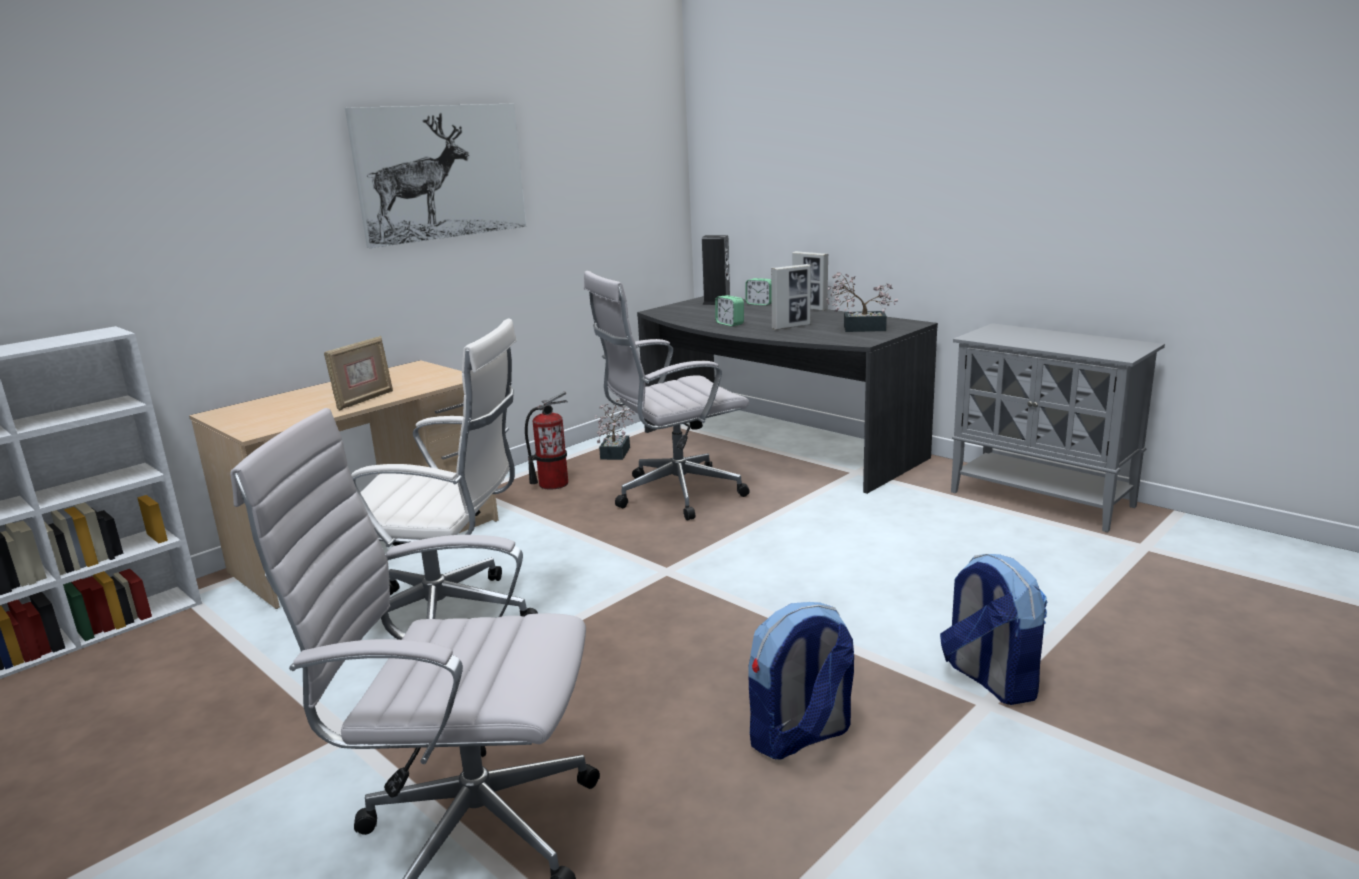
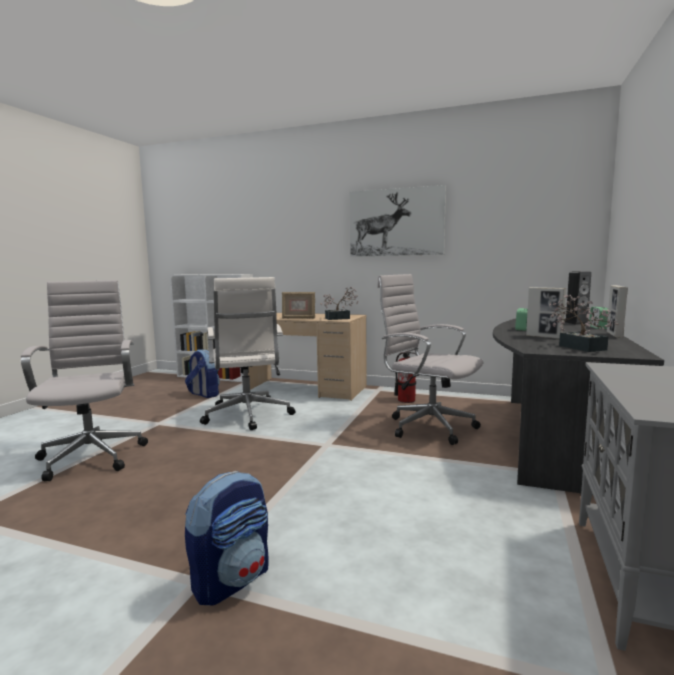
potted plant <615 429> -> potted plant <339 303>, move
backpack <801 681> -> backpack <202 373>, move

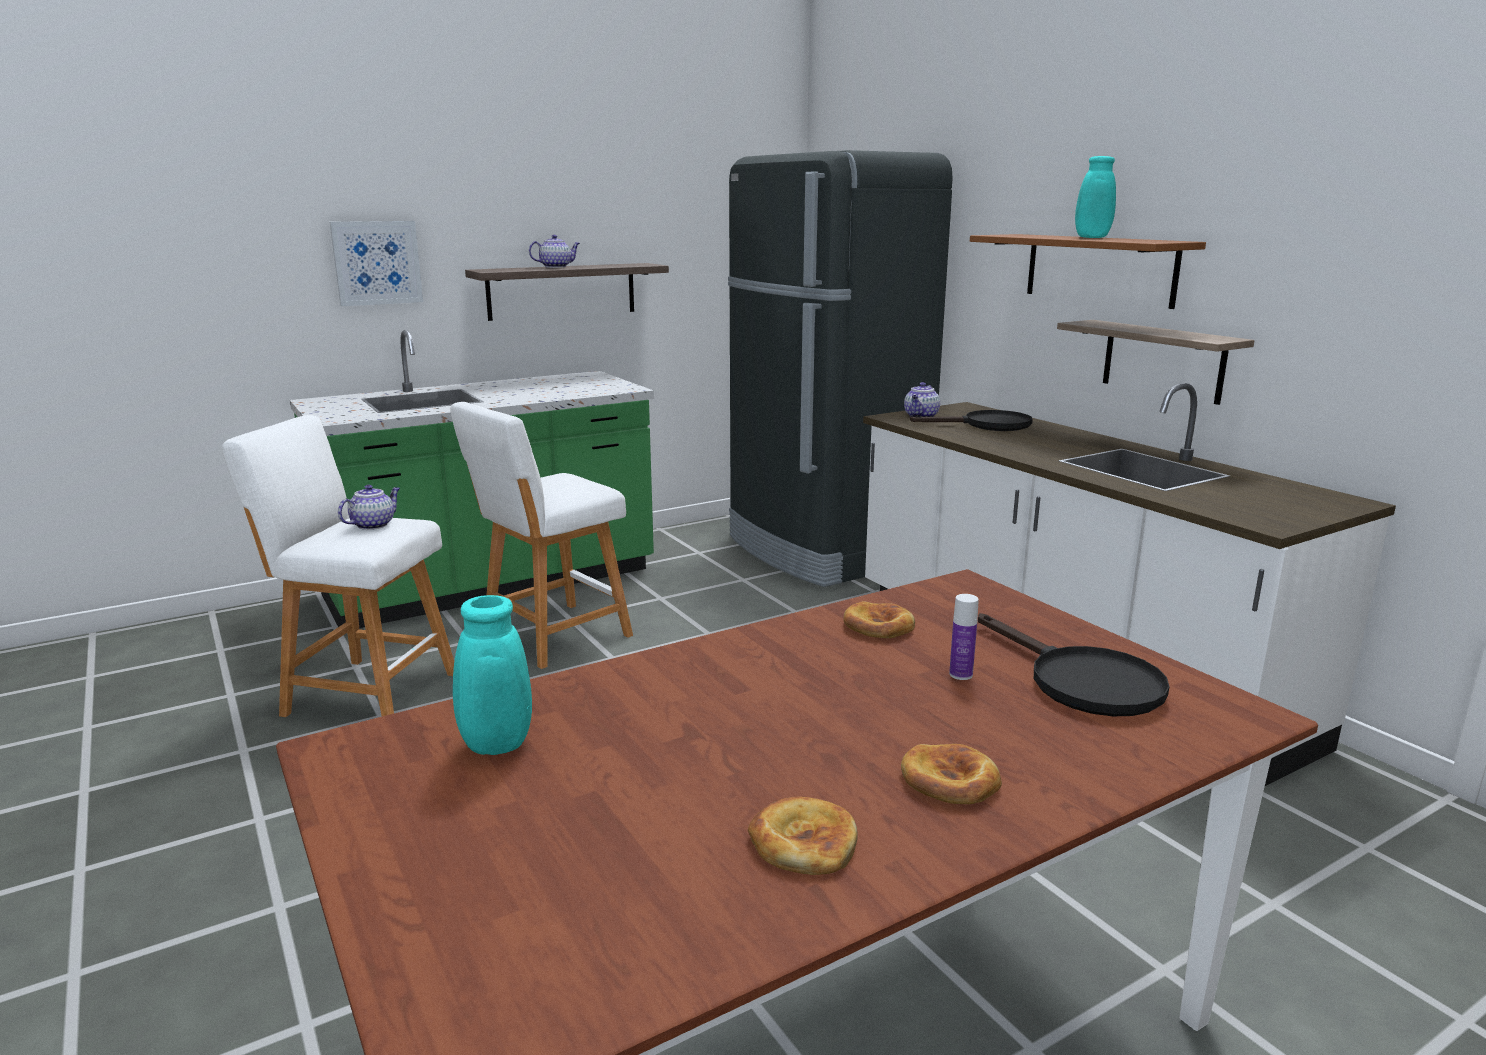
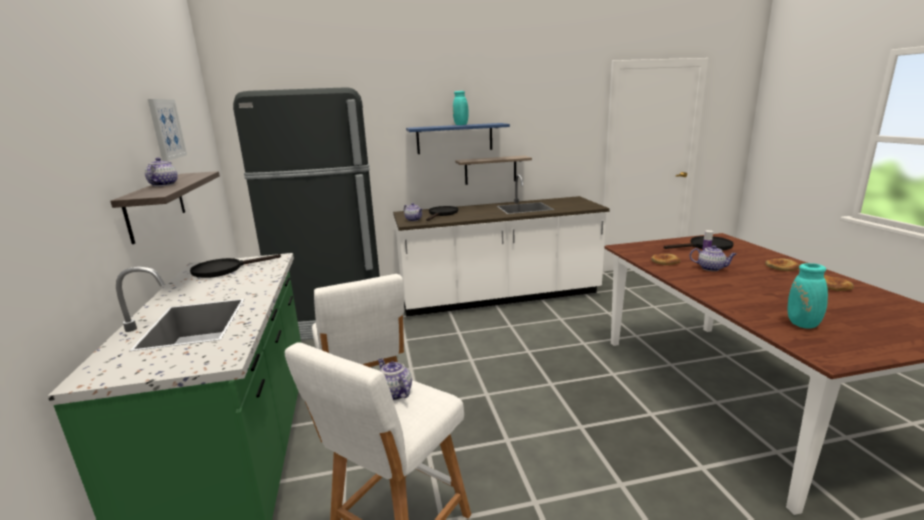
picture <376 263> -> picture <167 130>, move
shelf (brown) <1088 271> -> shelf (blue) <458 138>
none -> teapot <713 258>
none -> frying pan (black) <235 266>

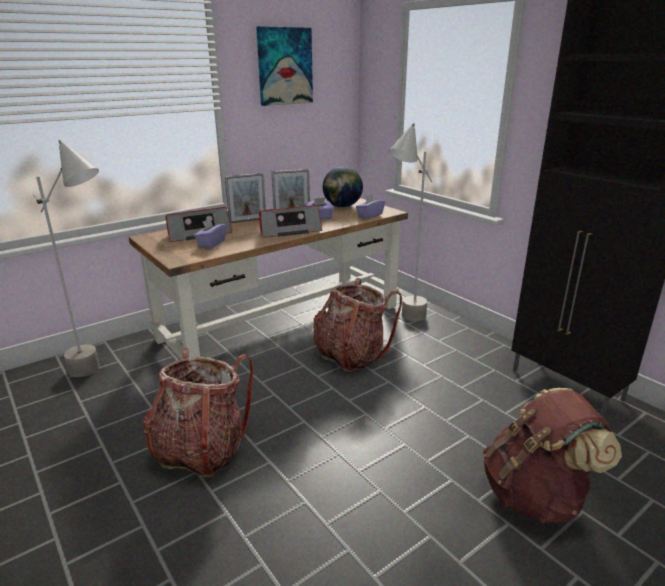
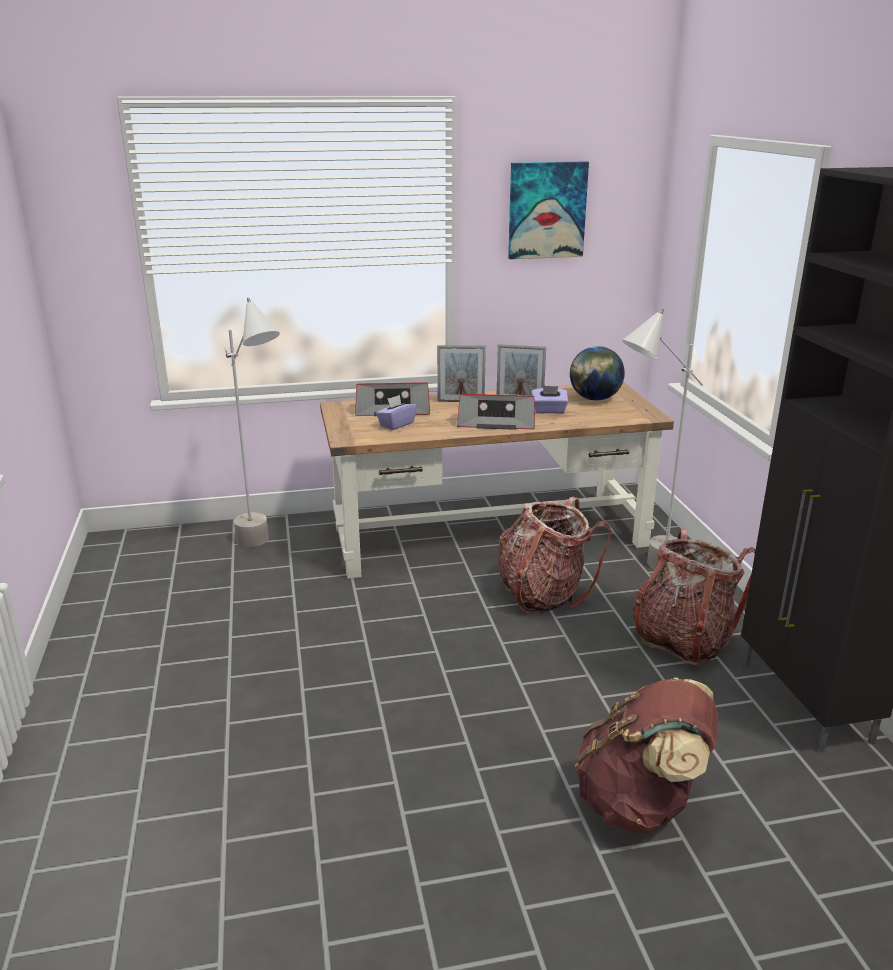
tissue box (purple) <370 206> -> none
backpack <198 412> -> backpack <693 596>, move

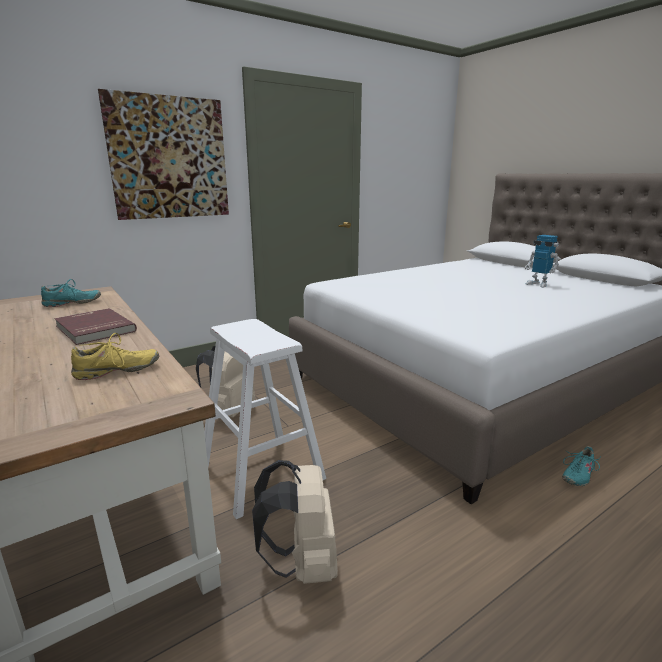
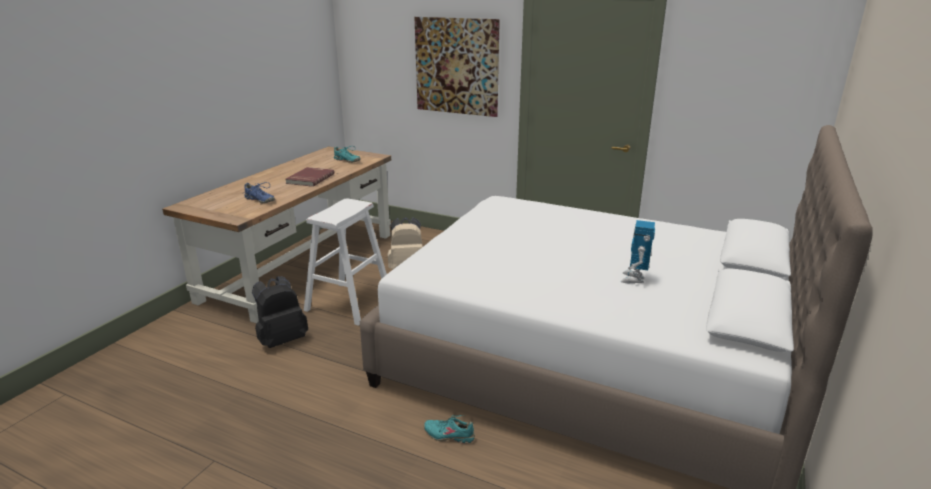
shoe (yellow) <115 356> -> shoe (blue) <258 192>
backpack (beige) <295 522> -> backpack (black) <280 312>

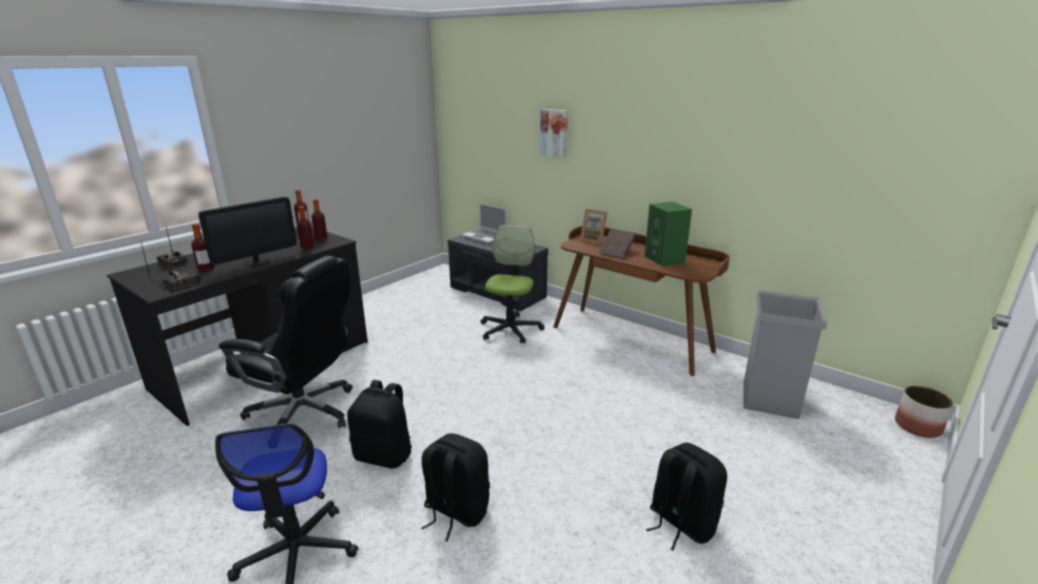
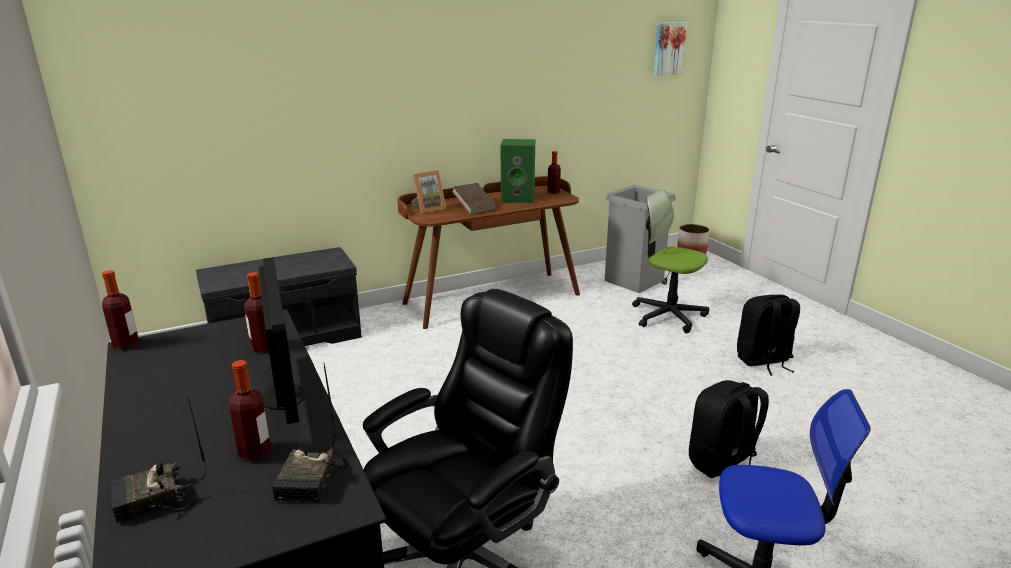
picture <554 133> -> picture <670 49>, move
bottle <320 220> -> bottle <554 172>, move
laptop <484 223> -> none
office chair <512 284> -> office chair <670 261>, move
radio <171 266> -> radio <310 433>, 150 degrees counterclockwise
backpack (black) <379 424> -> none

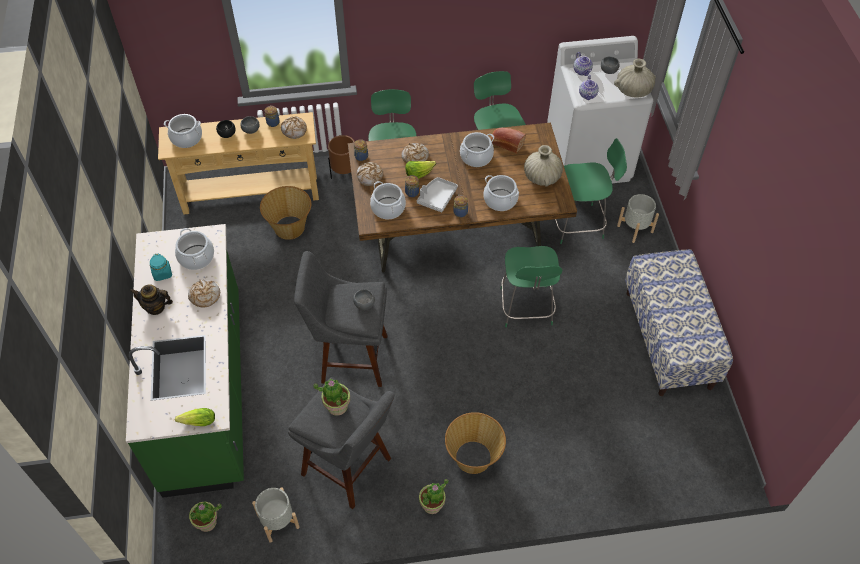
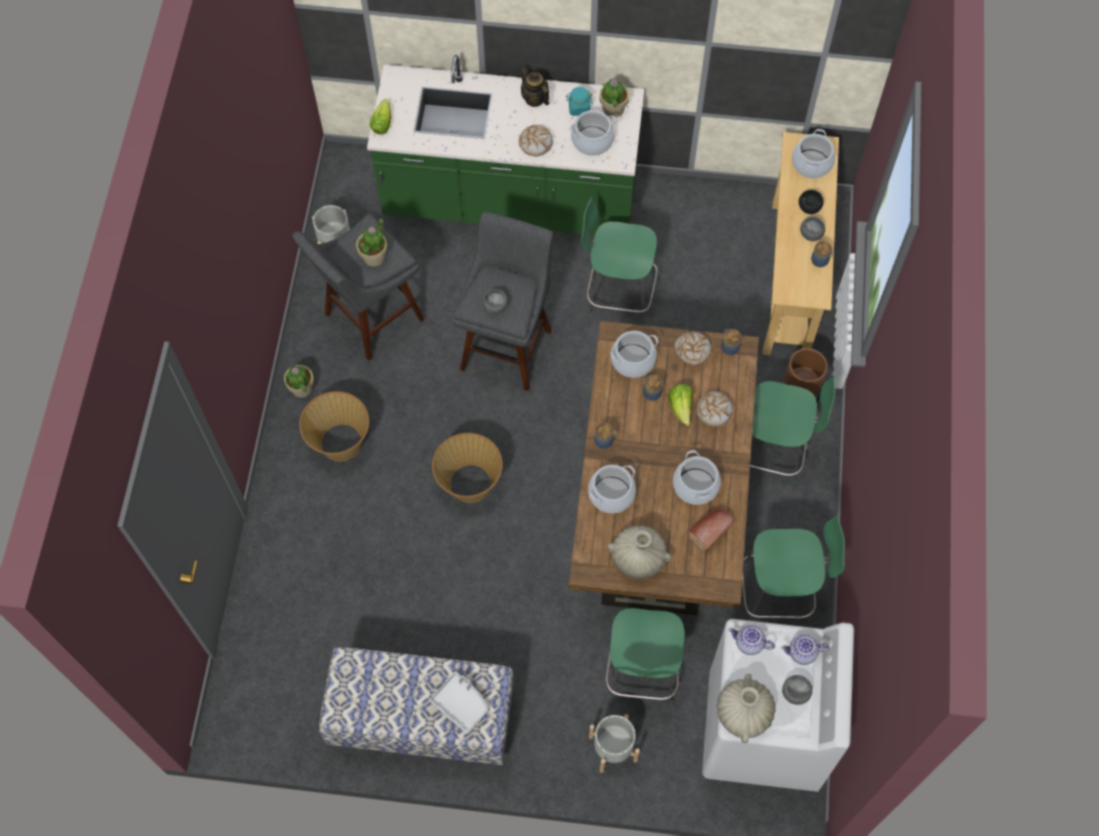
bread <294 127> -> none
tray (grey) <437 194> -> tray (grey) <458 703>, move
basket <285 213> -> basket <467 468>, move
chair (green) <531 286> -> chair (green) <619 260>, move
teapot <151 299> -> teapot <535 87>, 60 degrees counterclockwise
potted plant <205 517> -> potted plant <614 98>, move

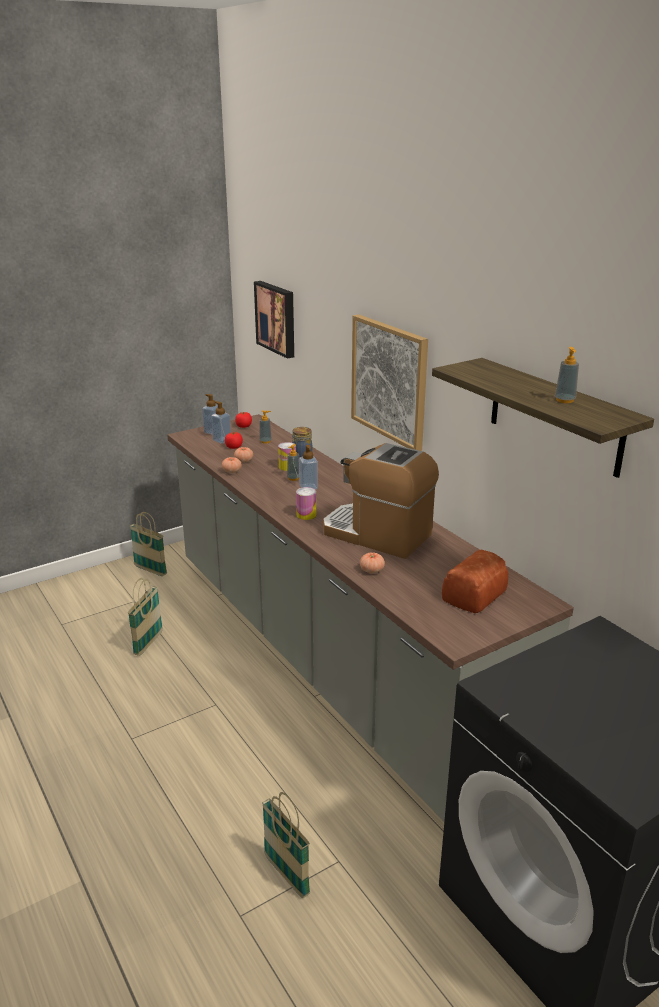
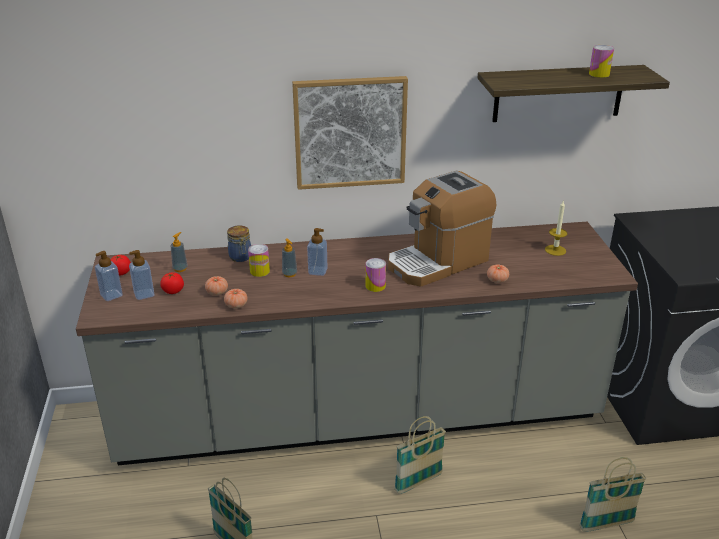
picture <274 320> -> none
soap dispenser <567 375> -> can <601 61>
basket <148 544> -> basket <420 455>, move
bread <475 581> -> candle <556 228>

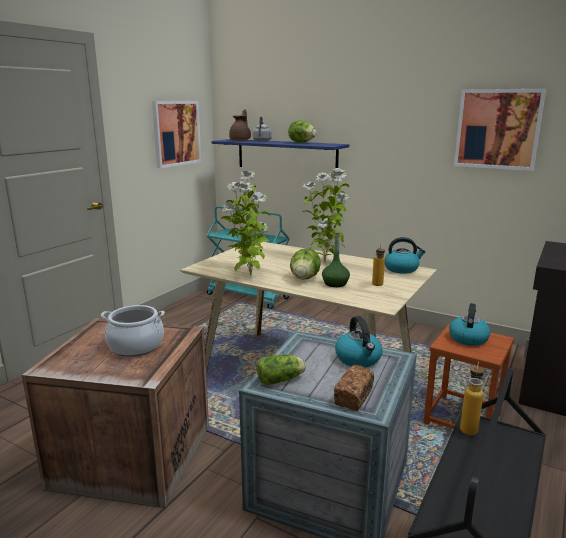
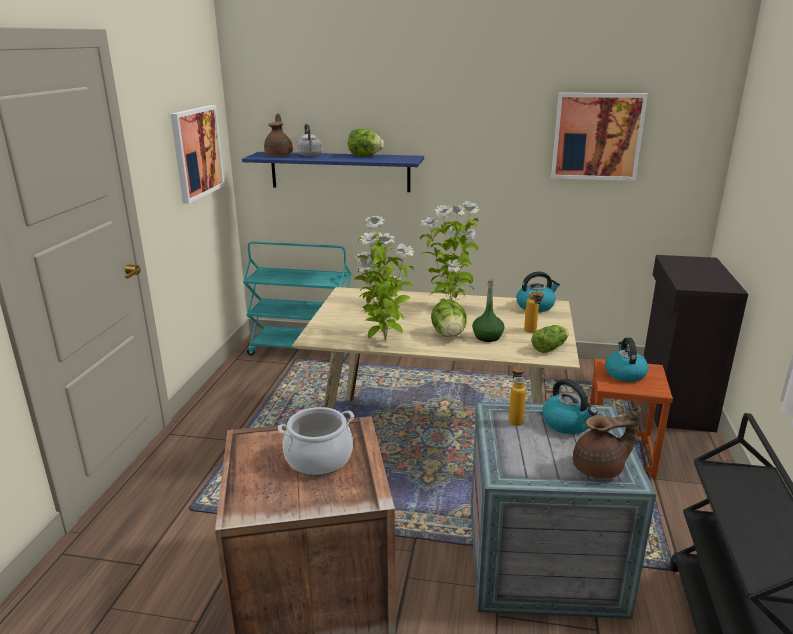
lettuce <281 370> -> lettuce <550 339>, move
bottle <472 398> -> bottle <517 394>, move
bread <354 388> -> teapot (brown) <607 442>

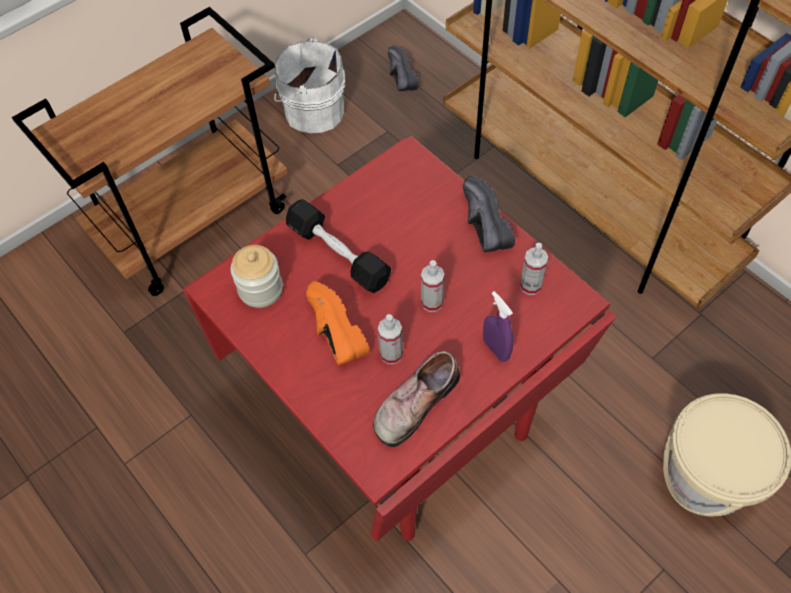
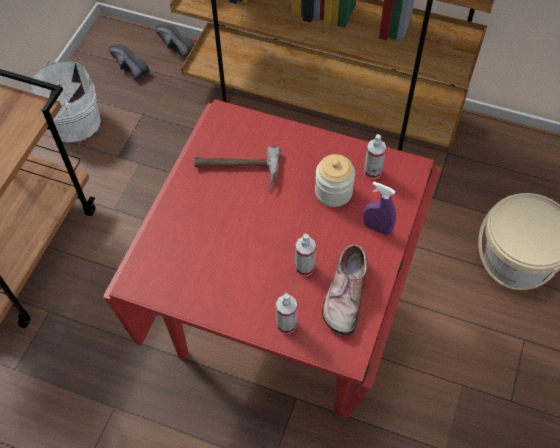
shoe (black) <489 213> -> shoe (black) <175 41>, move
dumbbell (black) <338 246> -> none
jar <256 276> -> jar <335 180>, move
spray bottle <433 286> -> spray bottle <286 313>, move
shoe (orange) <337 323> -> none
none -> hammer <237 168>

